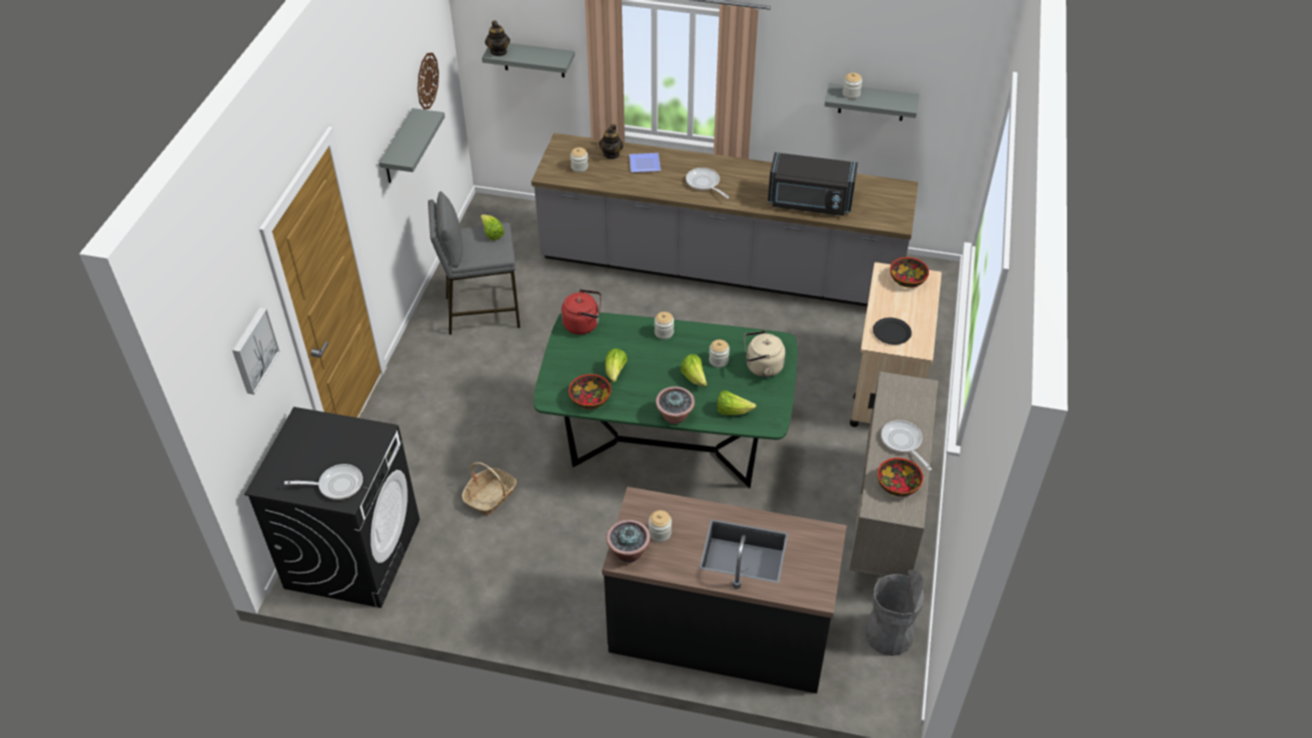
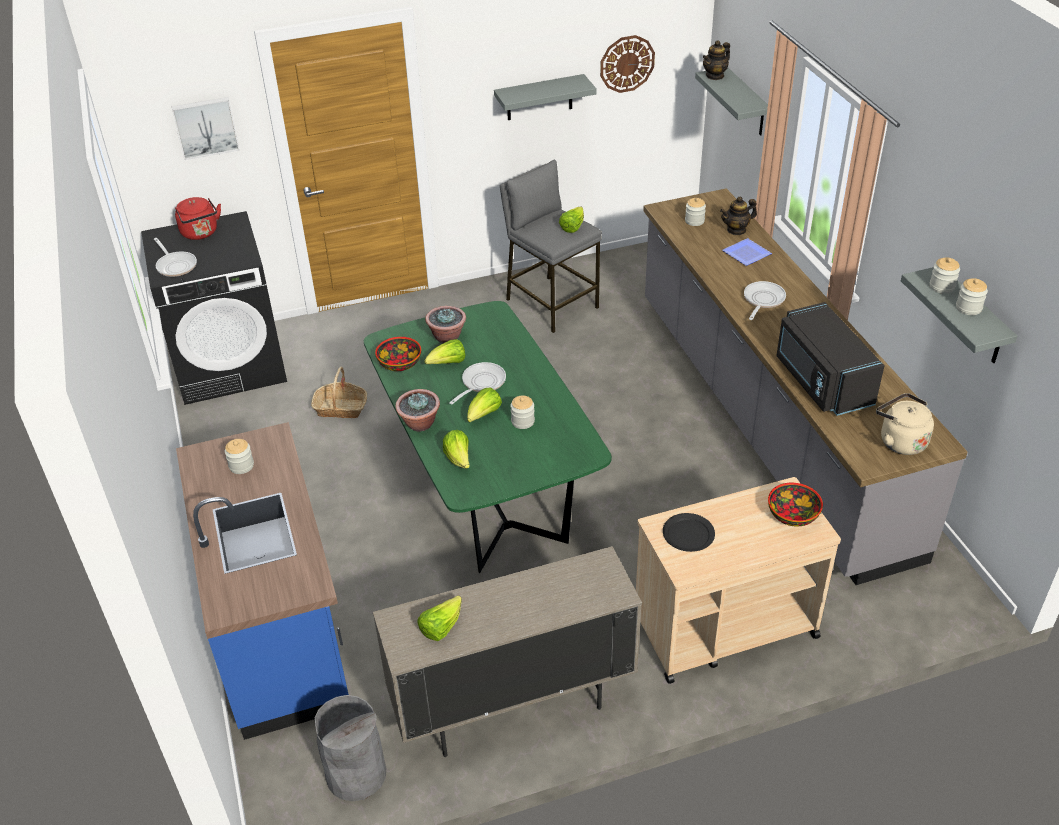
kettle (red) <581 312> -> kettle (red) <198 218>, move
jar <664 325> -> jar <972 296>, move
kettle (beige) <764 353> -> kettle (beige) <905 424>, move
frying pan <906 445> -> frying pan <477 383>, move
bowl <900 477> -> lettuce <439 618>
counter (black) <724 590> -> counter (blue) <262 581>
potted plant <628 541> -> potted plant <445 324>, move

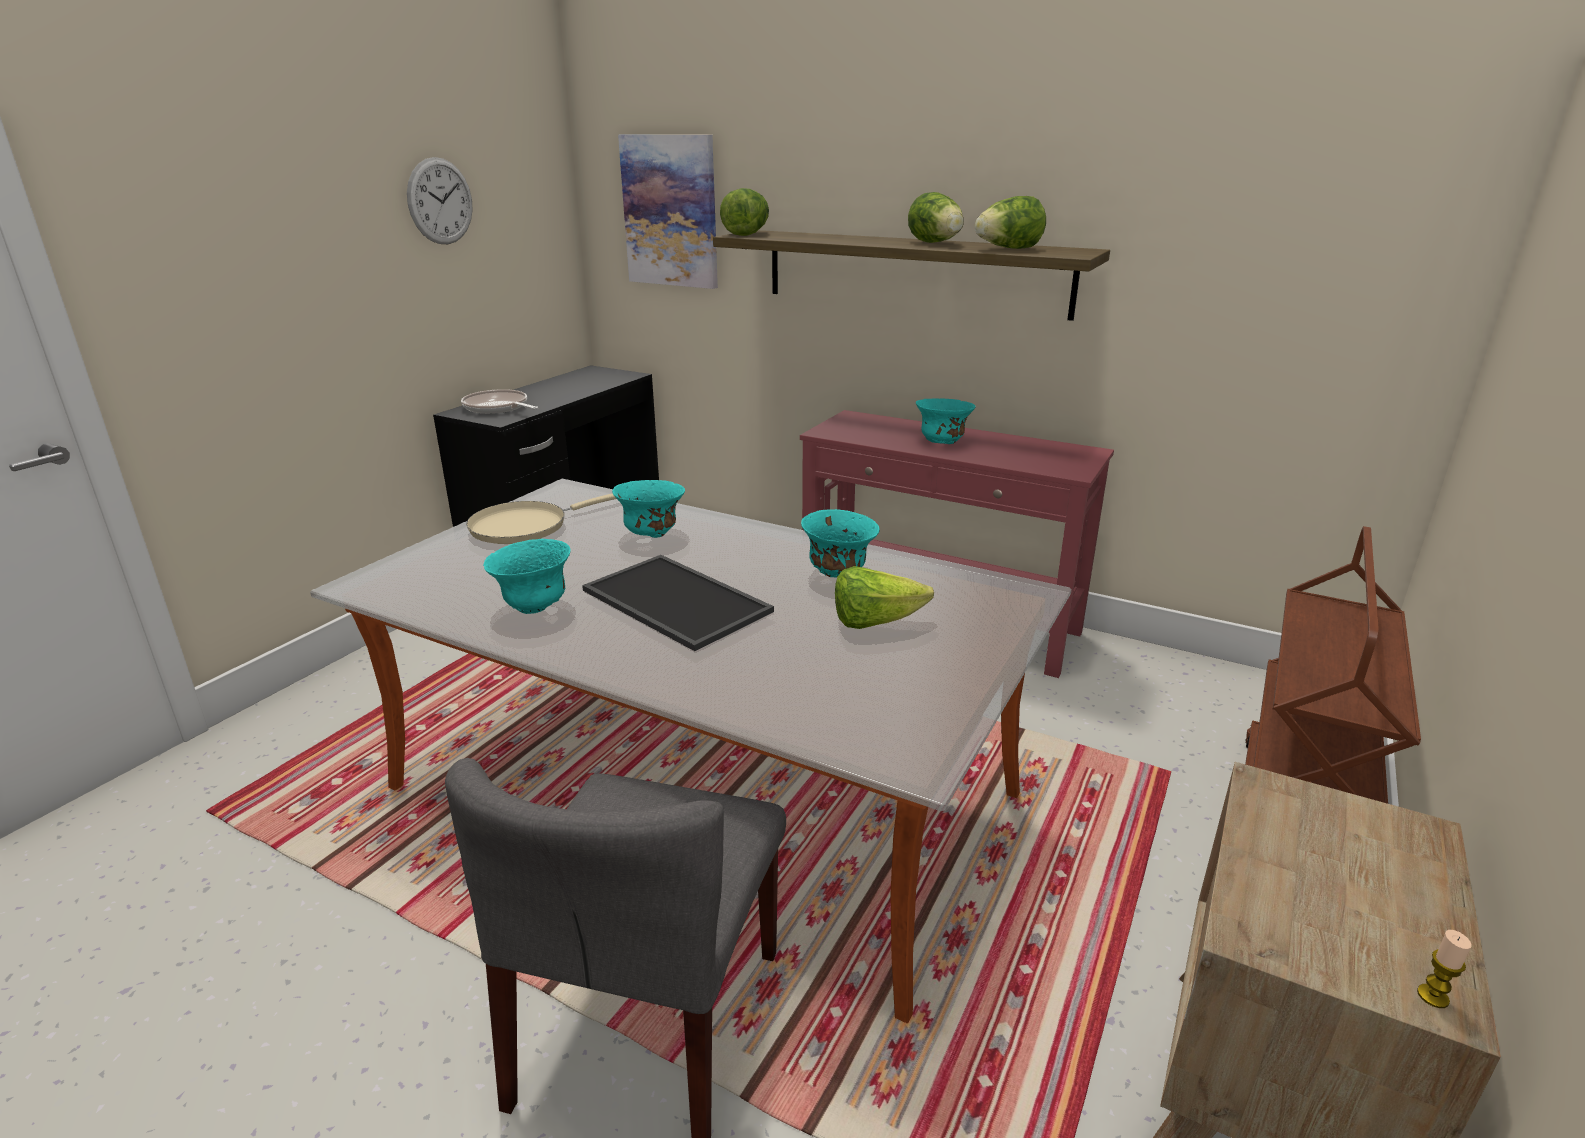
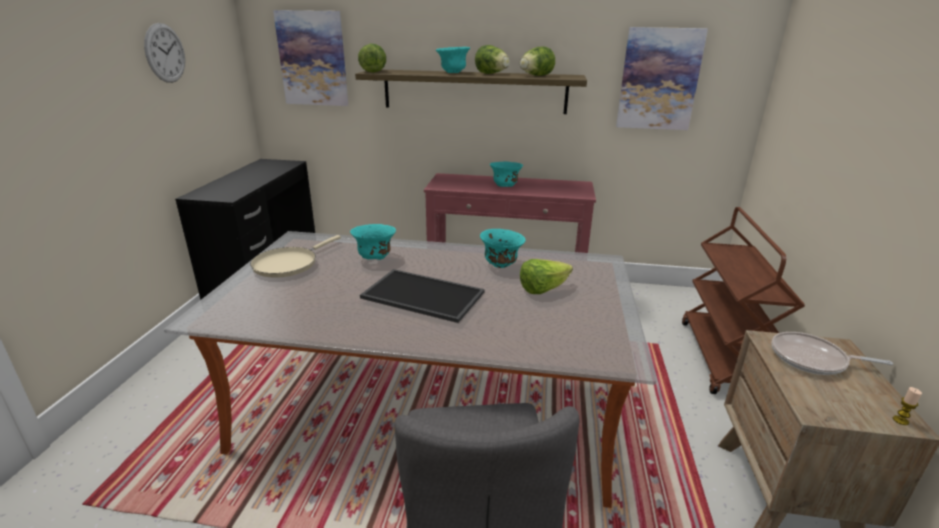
frying pan <499 401> -> frying pan <832 353>, move
bowl (turquoise) <527 576> -> bowl (turquoise) <453 60>, move
none -> picture <662 78>

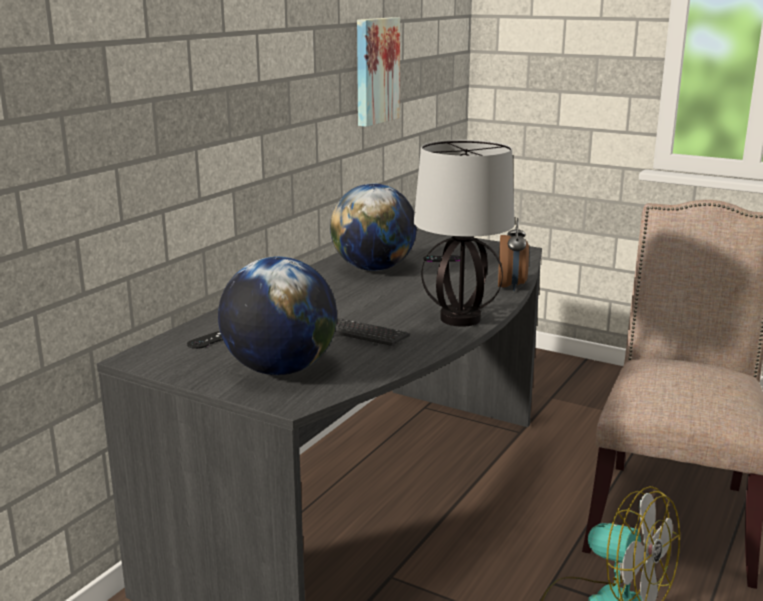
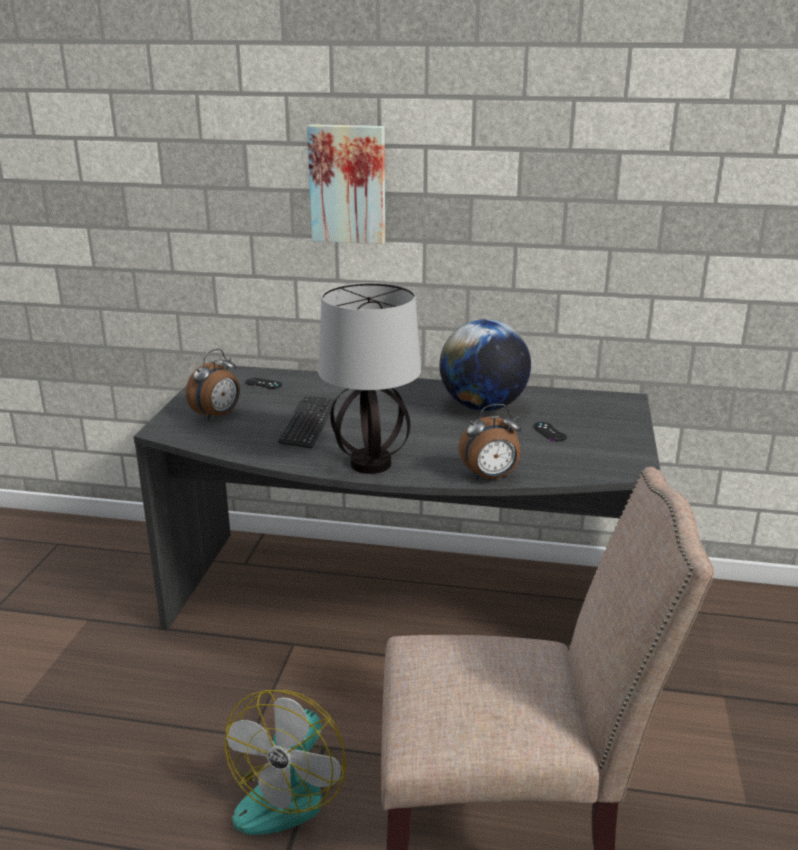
picture <378 72> -> picture <346 184>, move
globe <277 316> -> alarm clock <213 385>

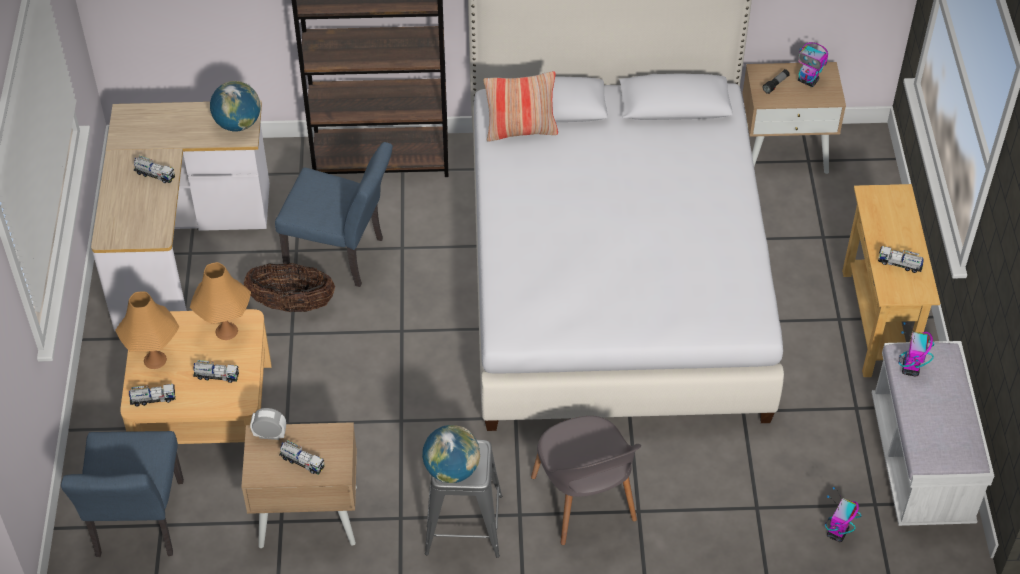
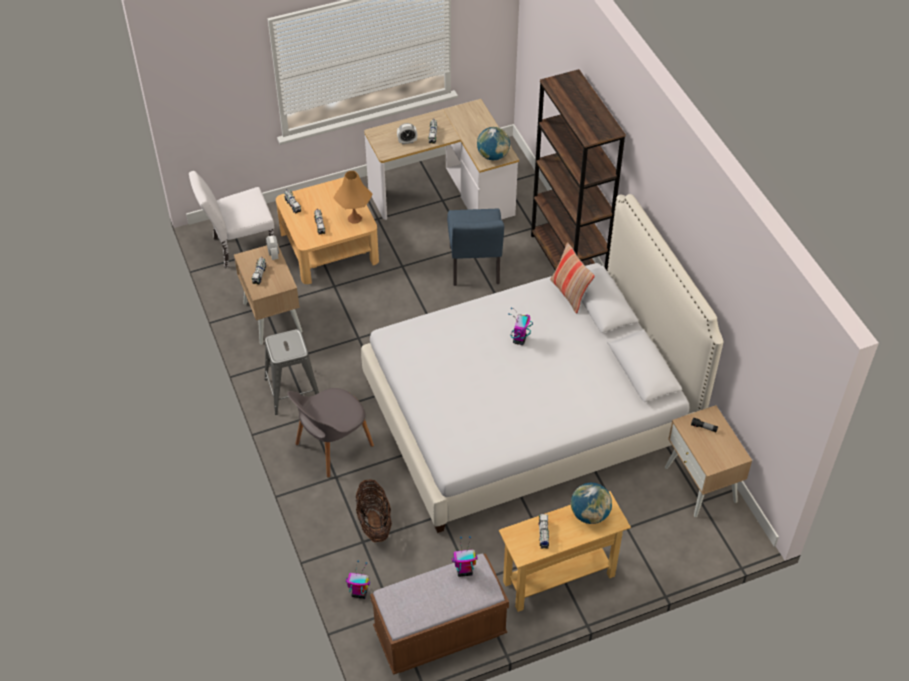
toy robot <813 64> -> toy robot <520 326>, move
basket <289 287> -> basket <374 510>, move
table lamp (orange) <147 330> -> none
bench (white) <933 433> -> bench (brown) <439 614>
globe <451 454> -> globe <591 503>, move
chair (blue) <122 494> -> chair (white) <231 219>
none -> alarm clock <407 133>

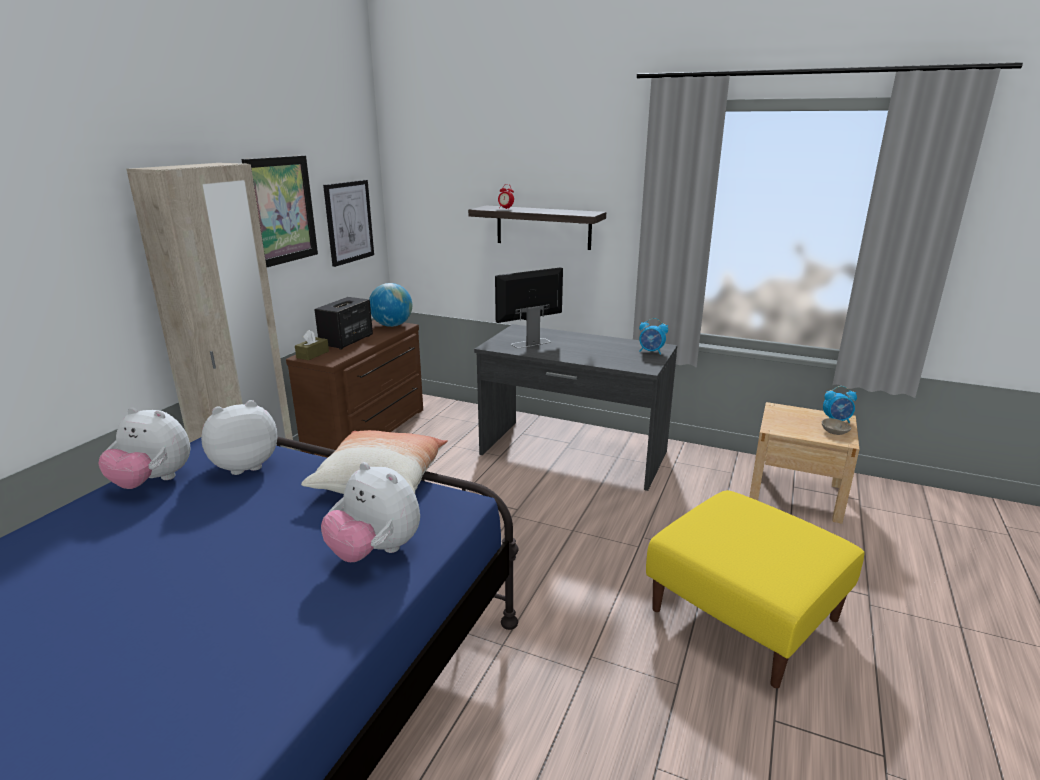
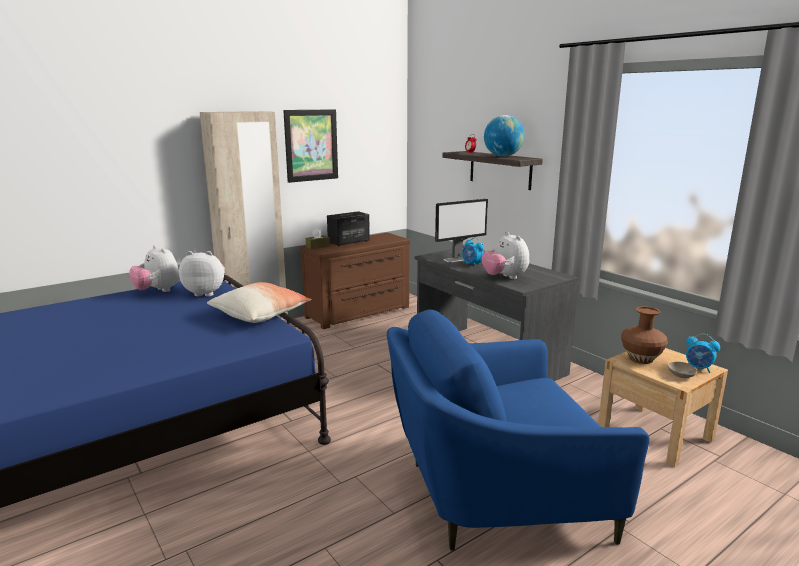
picture <348 223> -> none
monitor <529 307> -> monitor <461 230>, 150 degrees clockwise
globe <390 305> -> globe <504 136>, move
alarm clock <653 336> -> alarm clock <473 252>, move
plush toy <370 512> -> plush toy <505 255>, move
ottoman (yellow) <755 589> -> armchair (blue) <518 430>
none -> vase (brown) <644 335>

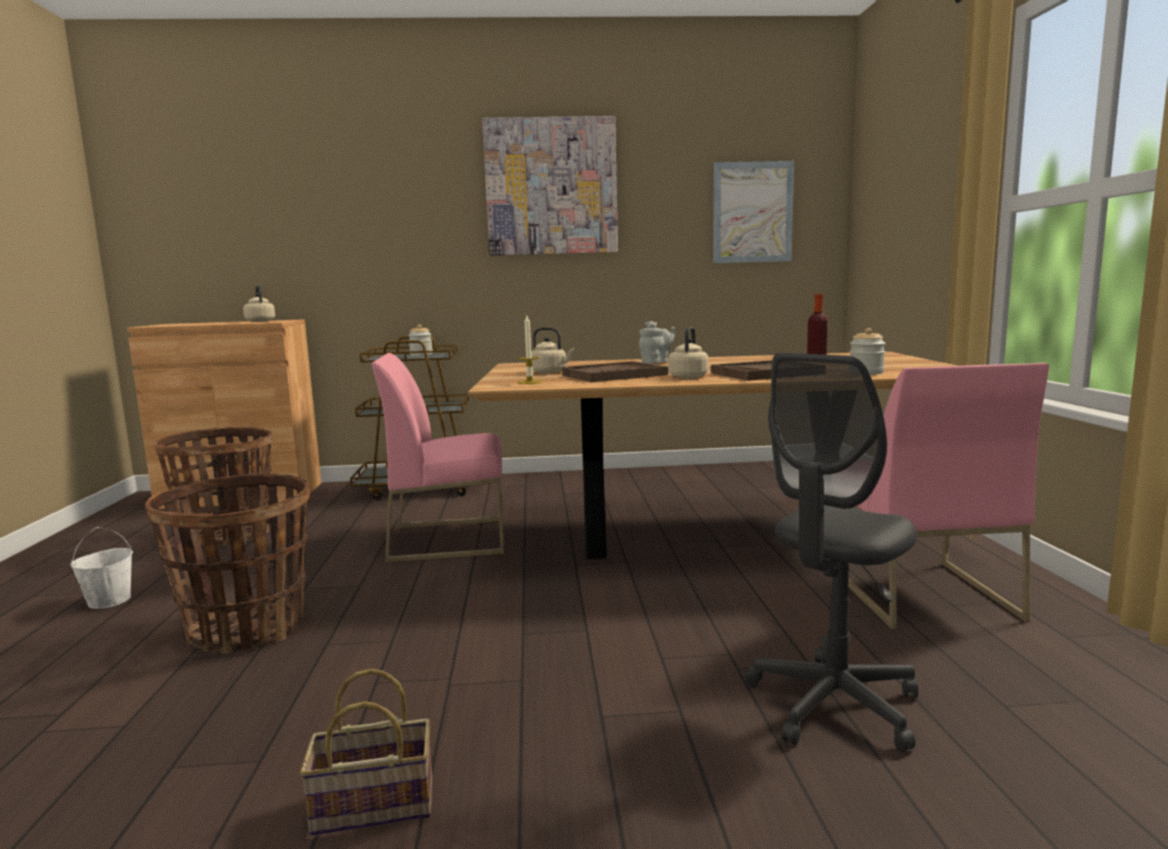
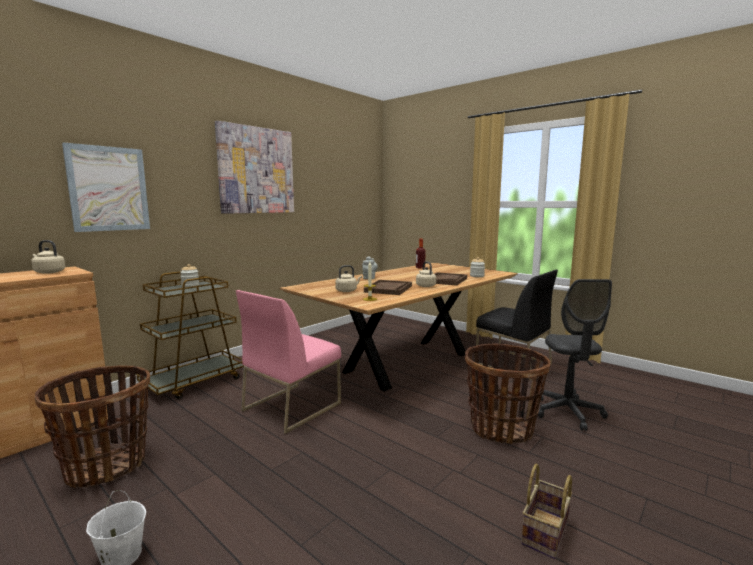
picture <753 212> -> picture <106 187>, move
chair (pink) <941 496> -> chair (black) <517 325>
basket <227 563> -> basket <508 393>, move

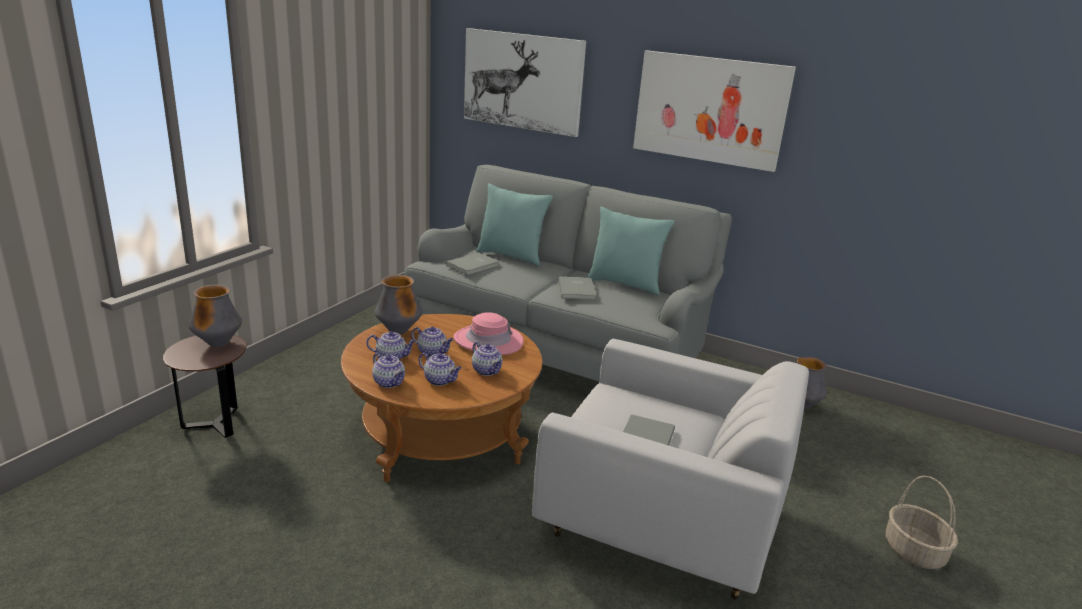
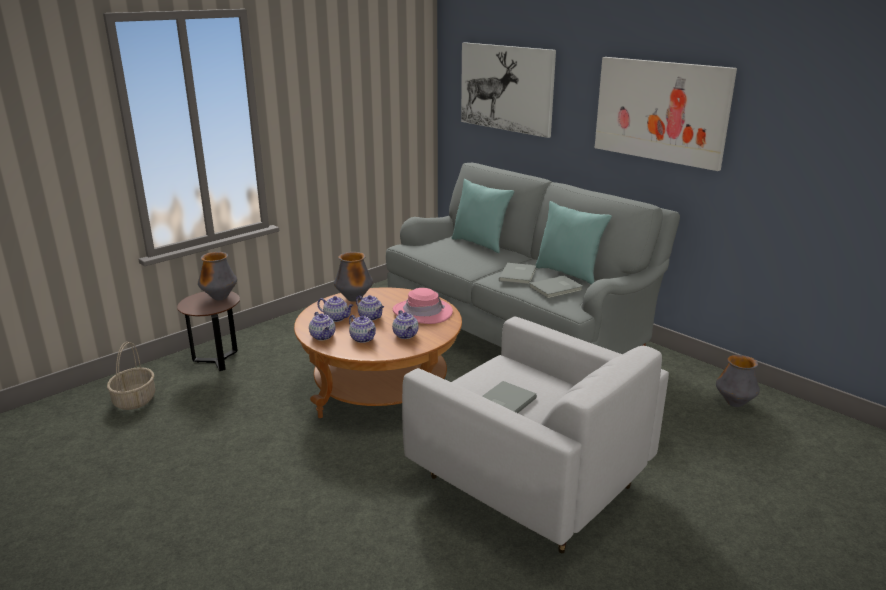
book (grey) <472 264> -> book (grey) <556 287>, move
basket <922 522> -> basket <131 376>, move

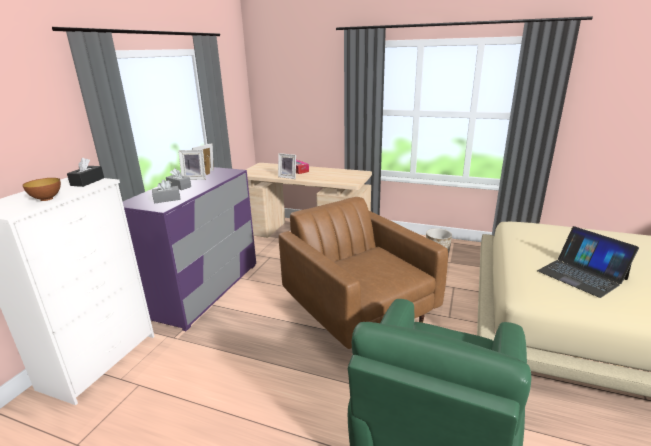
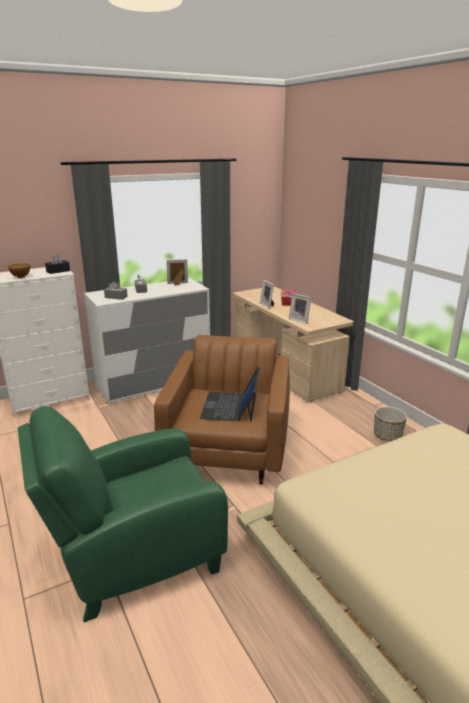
picture frame <192 165> -> picture frame <300 308>, move
dresser (purple) <189 249> -> dresser (white) <147 341>
laptop <588 262> -> laptop <230 394>, move

